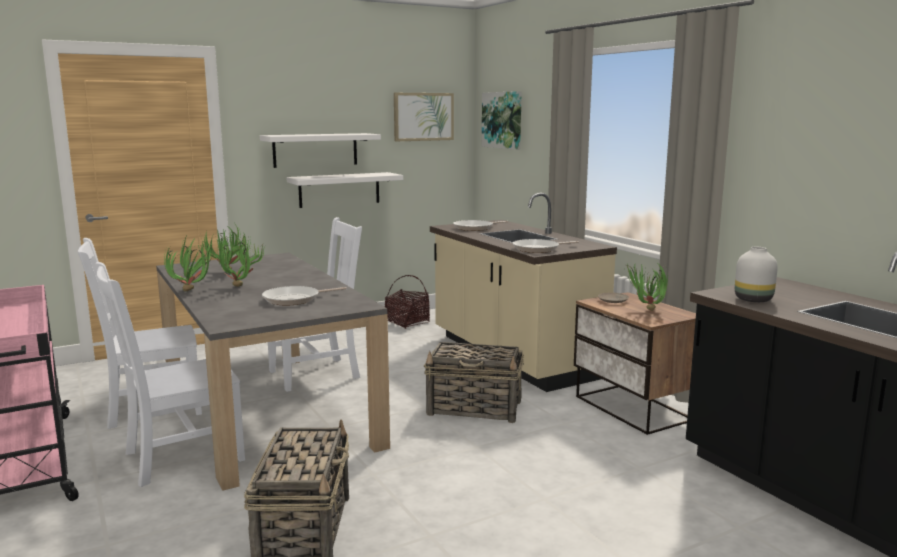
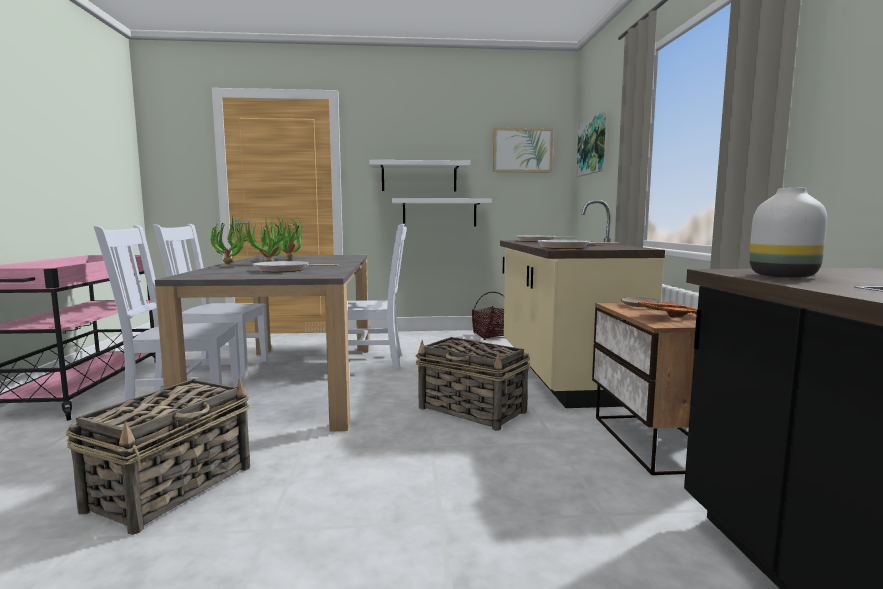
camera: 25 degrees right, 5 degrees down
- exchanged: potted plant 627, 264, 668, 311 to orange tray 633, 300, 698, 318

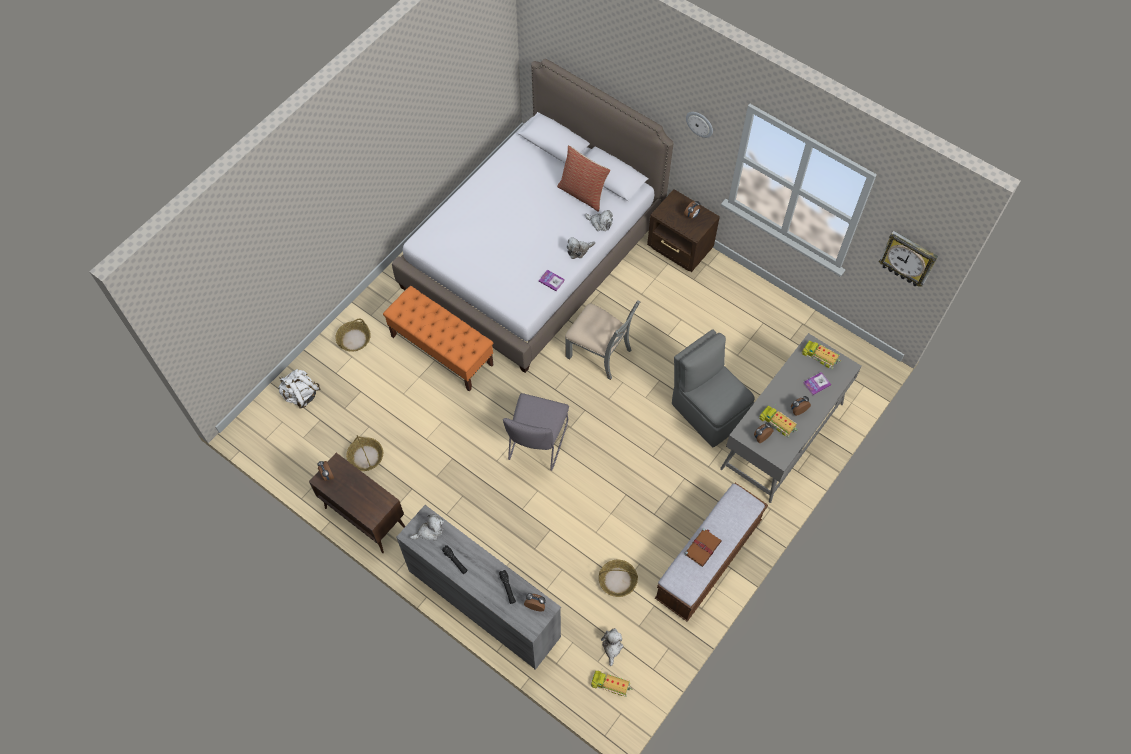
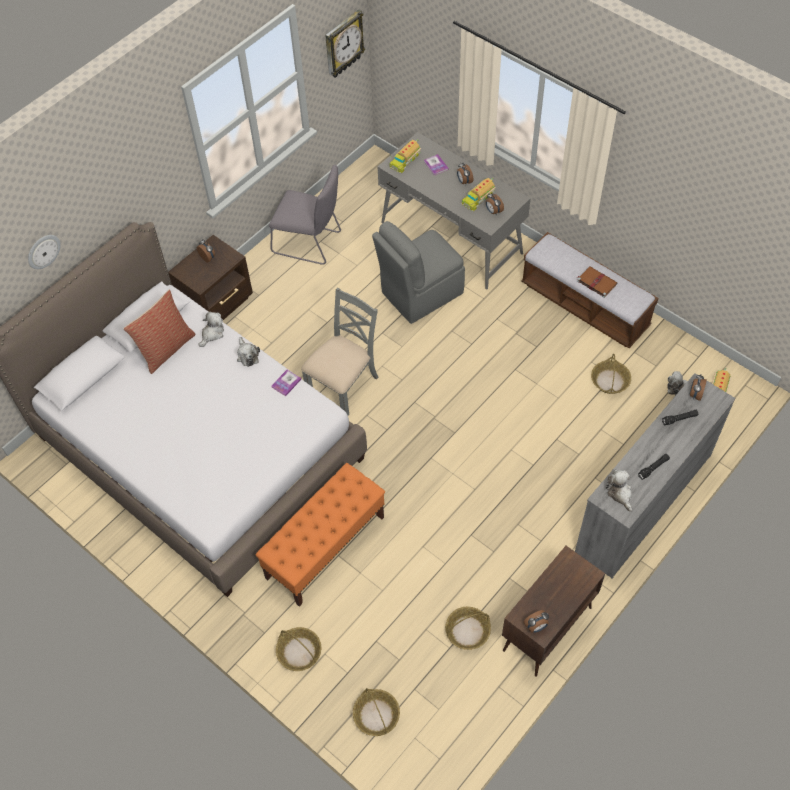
camera: 85 degrees left, 5 degrees down
- relocated: wall clock 686, 112, 713, 138 to 28, 235, 61, 269
- exchanged: white backpack 278, 369, 320, 409 to basket 353, 688, 400, 736
- relocated: grey chair 503, 393, 569, 471 to 269, 164, 341, 265

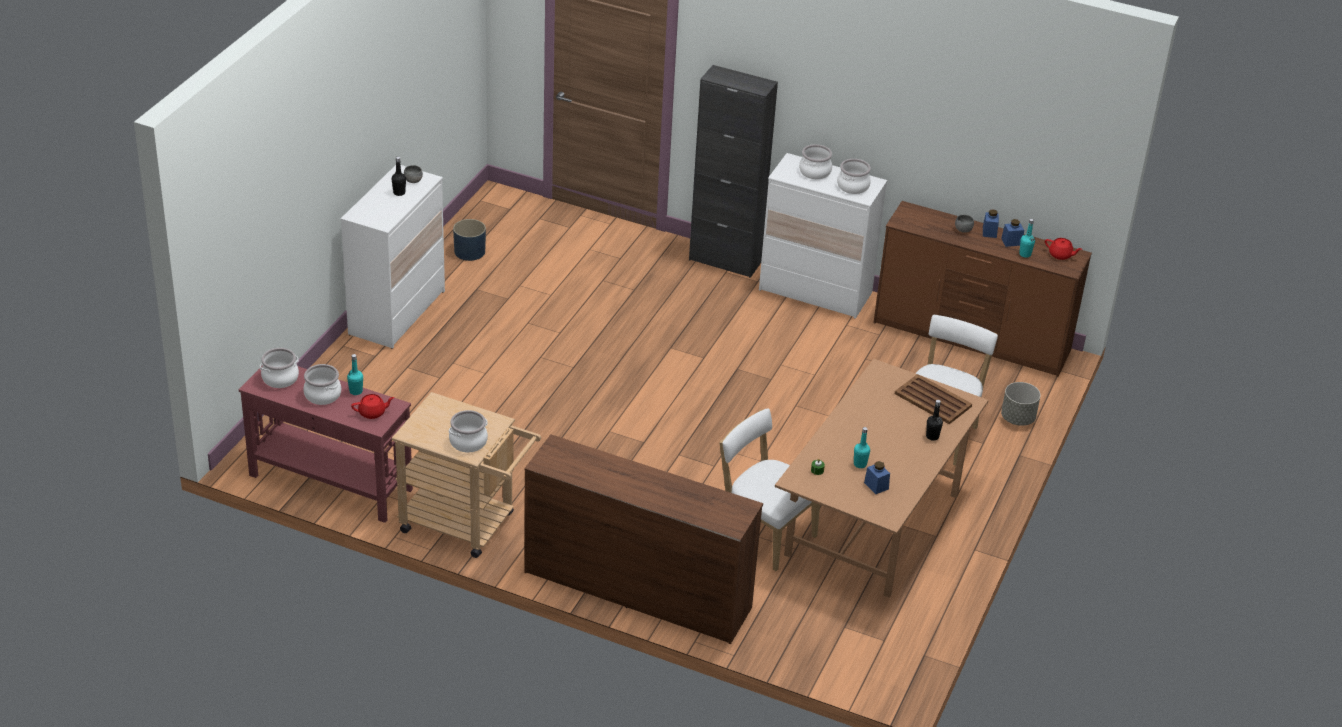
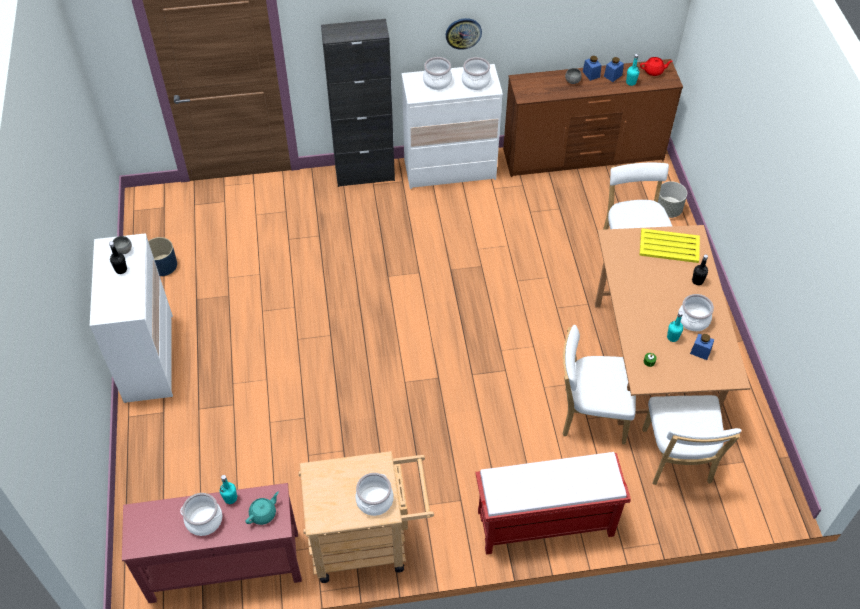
camera: 30 degrees left, 15 degrees up
- relocated: cooking pot 260, 348, 299, 388 to 678, 294, 714, 331
- colour: brown tray 895, 374, 972, 424 to yellow tray 639, 228, 700, 263
- colour: red teapot 351, 394, 394, 419 to turquoise teapot 245, 492, 279, 525
- exchanged: brown dresser 524, 435, 763, 644 to red bench 475, 452, 631, 555
- appeared: wall clock 446, 18, 482, 50
- appeared: white chair 642, 395, 742, 485

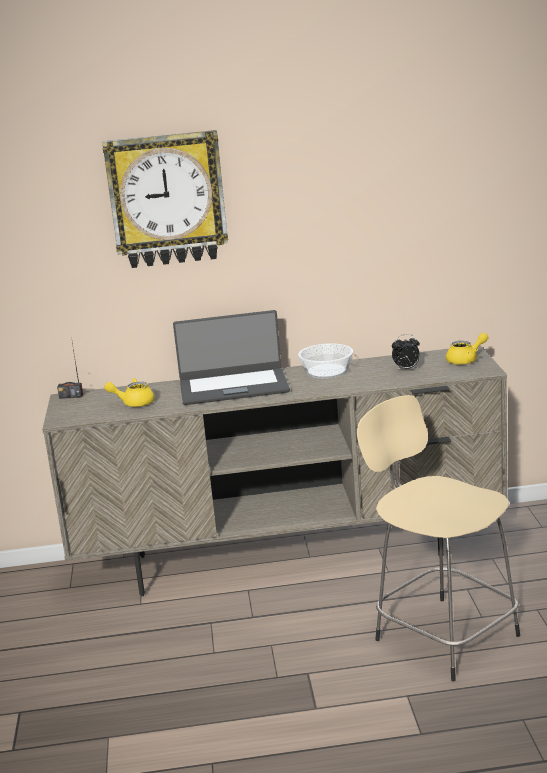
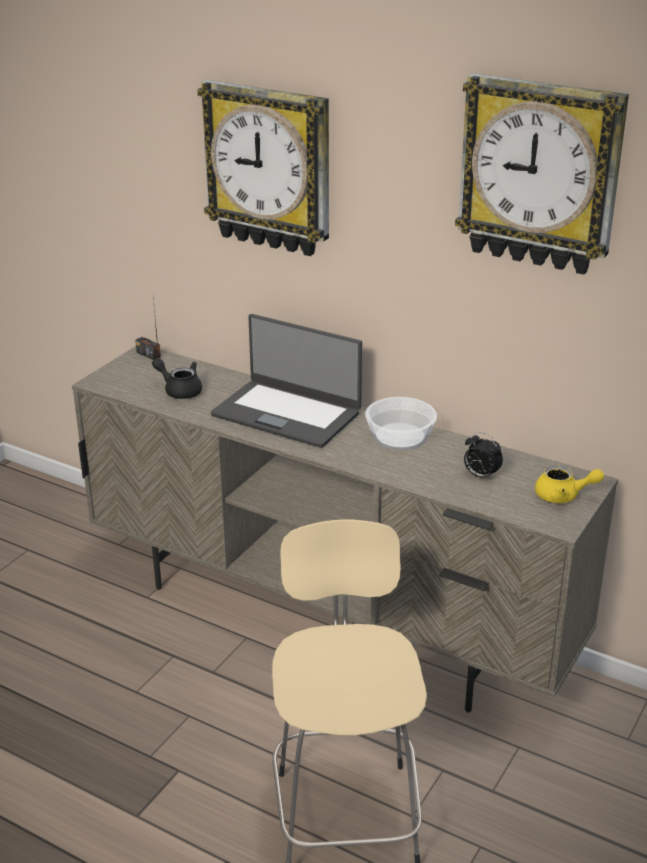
camera: 35 degrees right, 10 degrees up
- colour: yellow teapot 104, 378, 155, 407 to black teapot 152, 358, 202, 399
- appeared: wall clock 455, 73, 629, 275

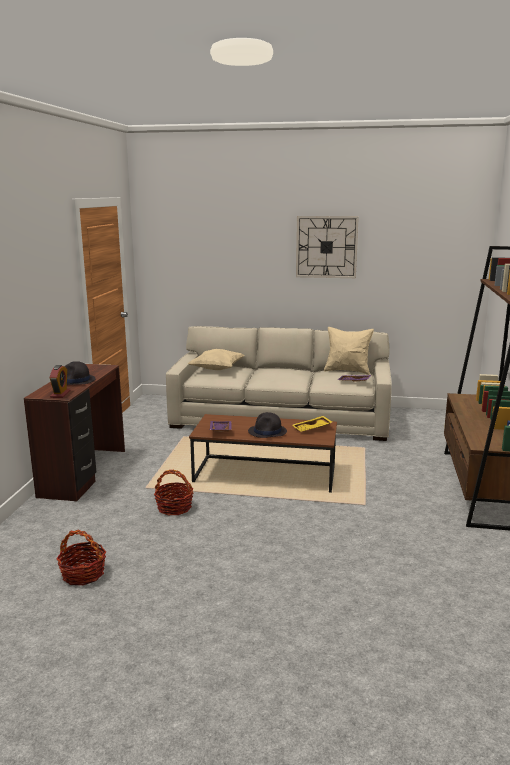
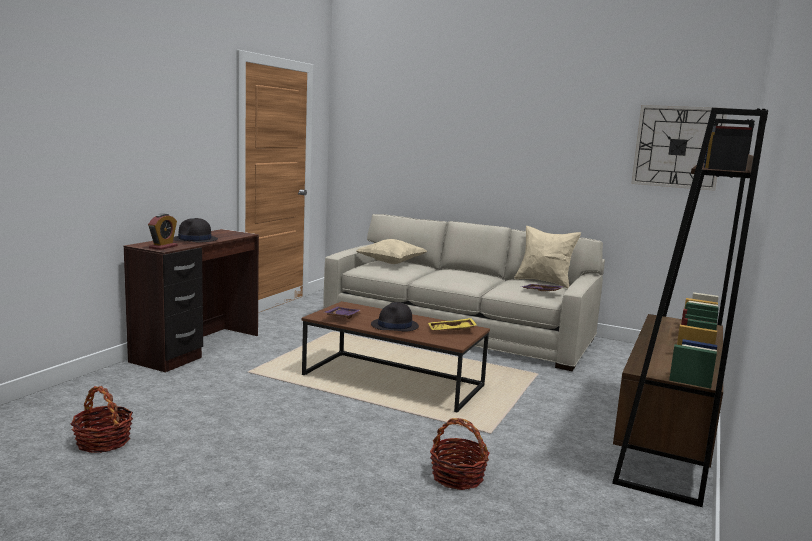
camera: 15 degrees right, 5 degrees down
- relocated: wall clock 296, 216, 359, 278 to 631, 105, 727, 191
- relocated: basket 154, 470, 193, 515 to 430, 418, 489, 490

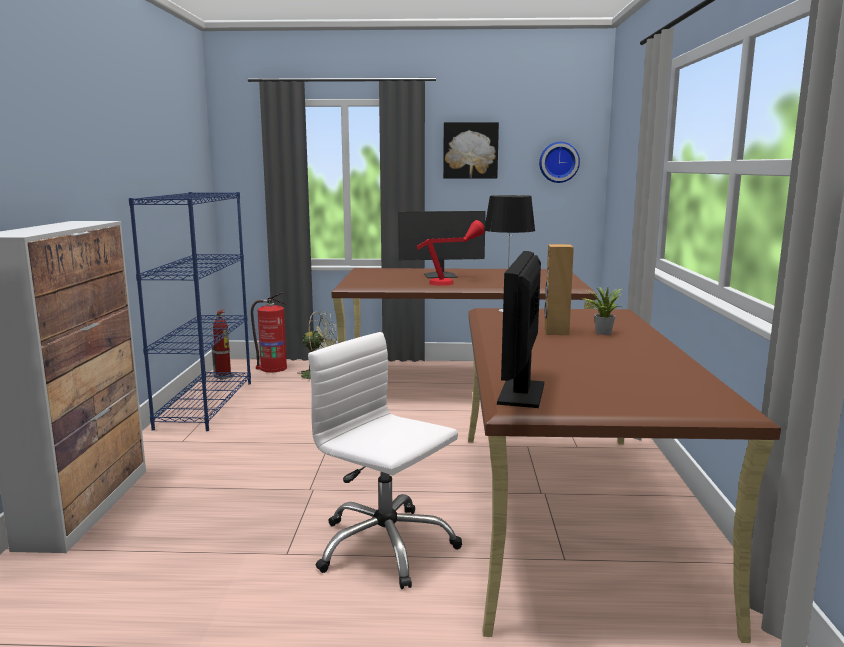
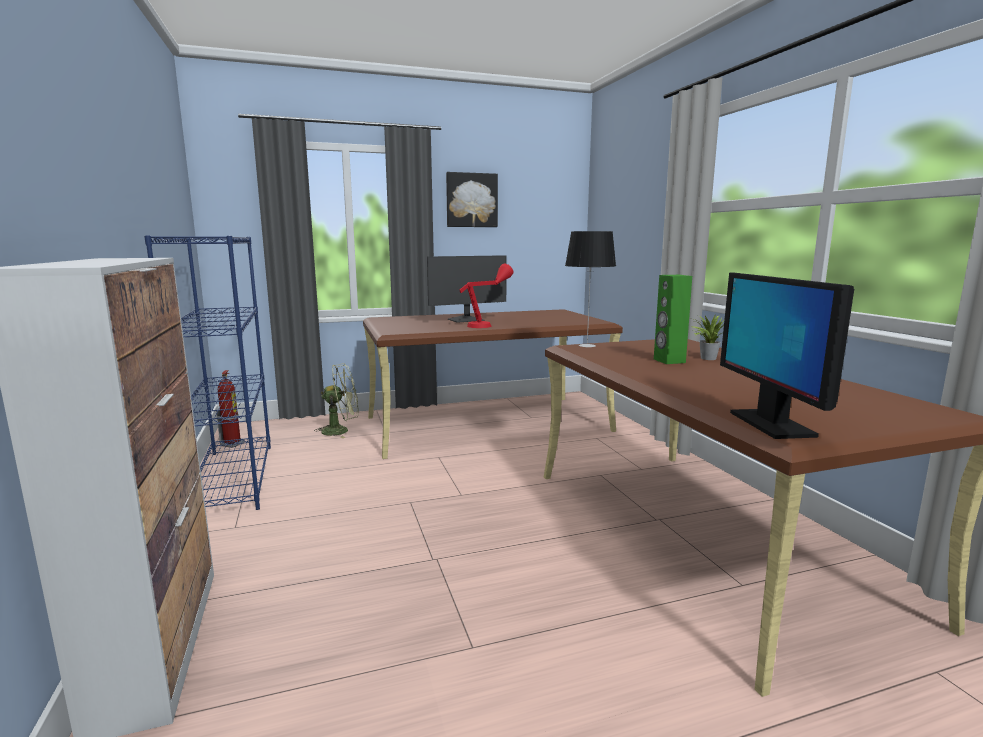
camera: 20 degrees left, 0 degrees up
- missing: wall clock 539, 142, 580, 183
- colour: brown speaker 545, 244, 574, 335 to green speaker 654, 275, 692, 364
- missing: fire extinguisher 251, 293, 287, 372
- missing: white office chair 308, 332, 462, 589

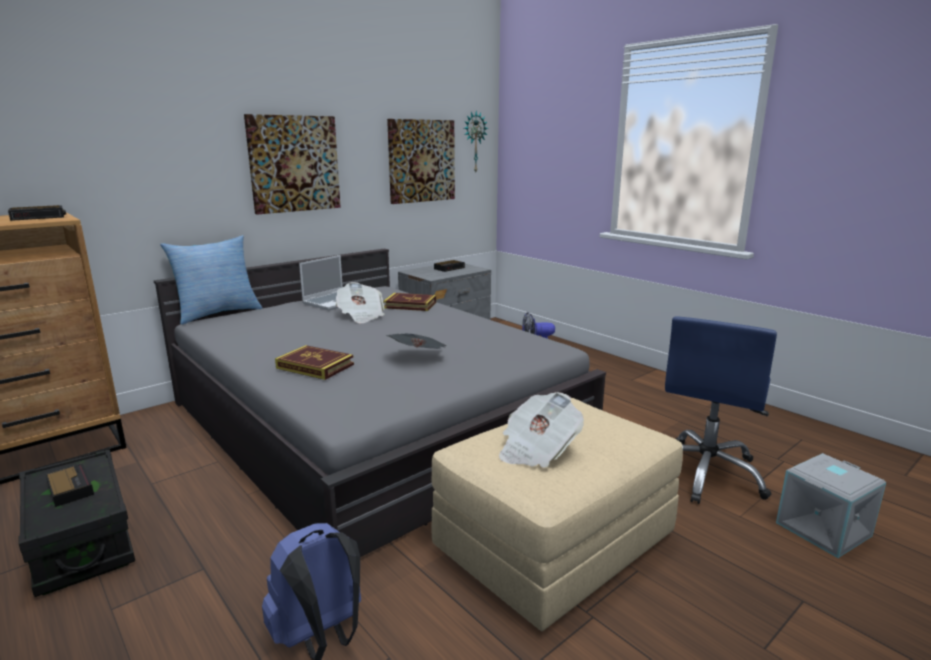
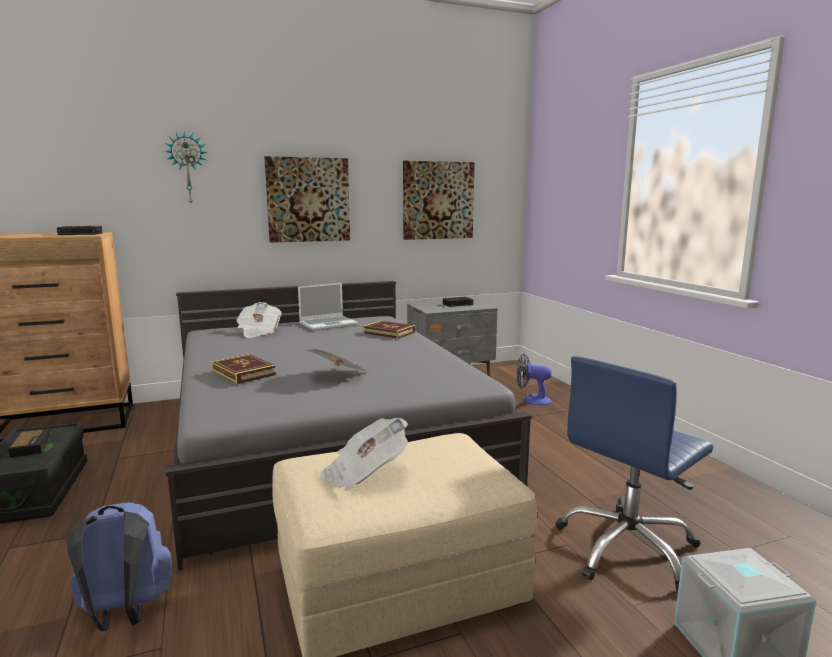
camera: 20 degrees right, 5 degrees down
- relocated: wall clock 464, 111, 488, 172 to 165, 131, 208, 203
- missing: pillow 160, 235, 262, 325
- relocated: newspaper 336, 282, 384, 324 to 236, 302, 282, 338

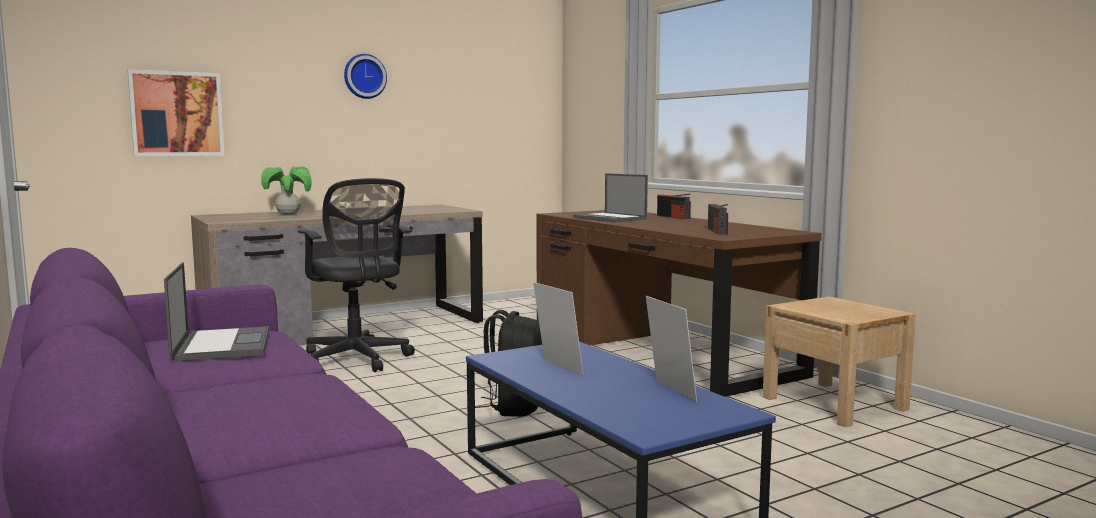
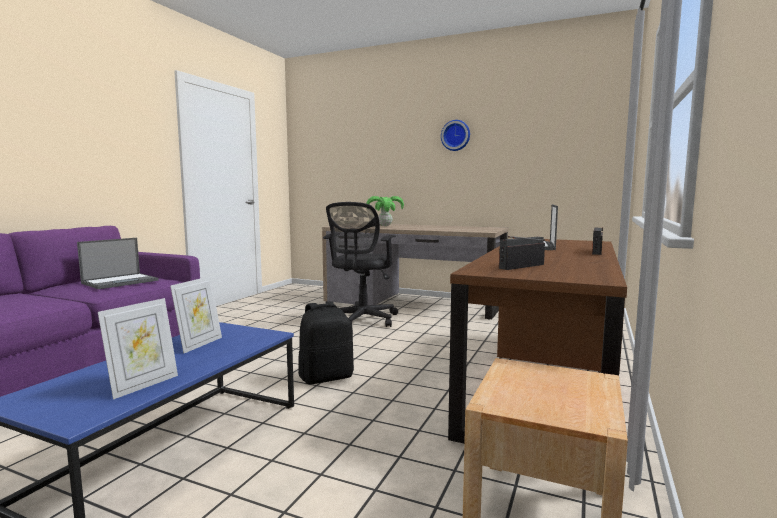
camera: 55 degrees right, 0 degrees up
- missing: picture 127, 69, 225, 156

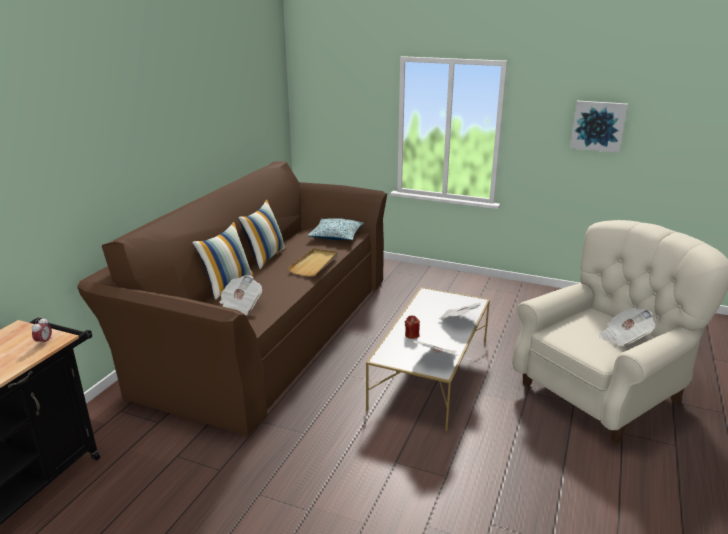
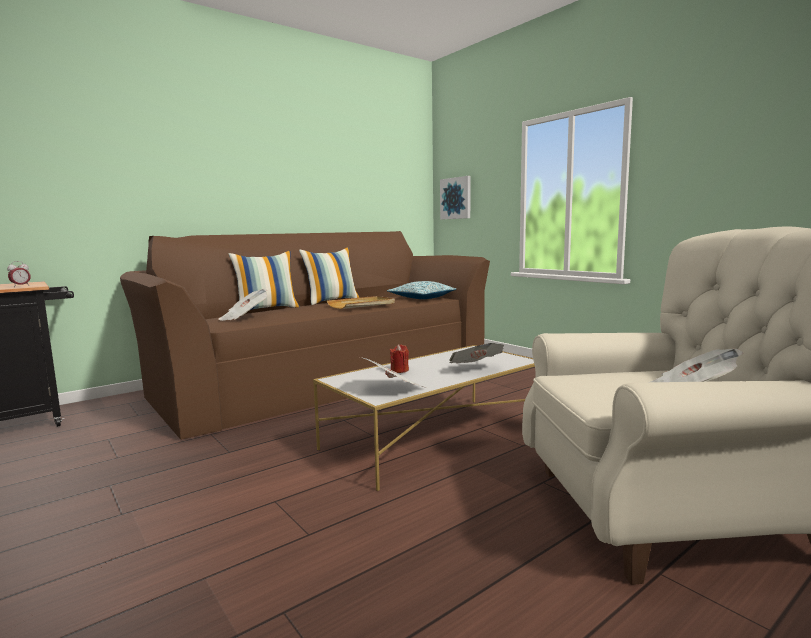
camera: 30 degrees right, 15 degrees down
- relocated: picture 570, 101, 628, 153 to 440, 176, 470, 219

